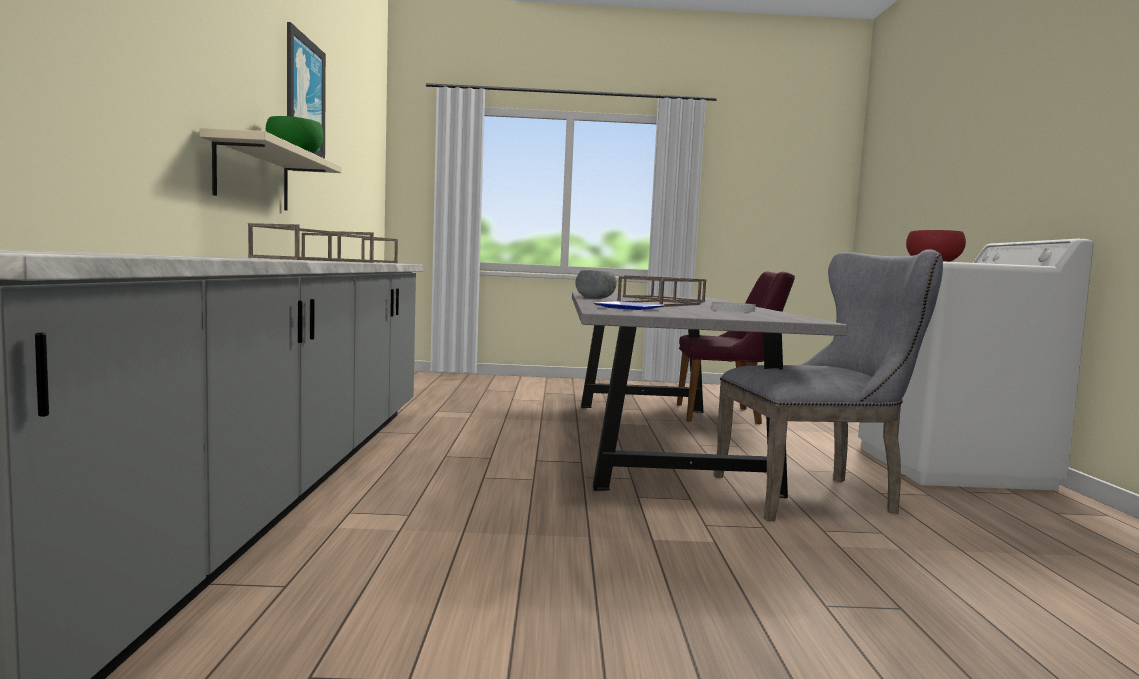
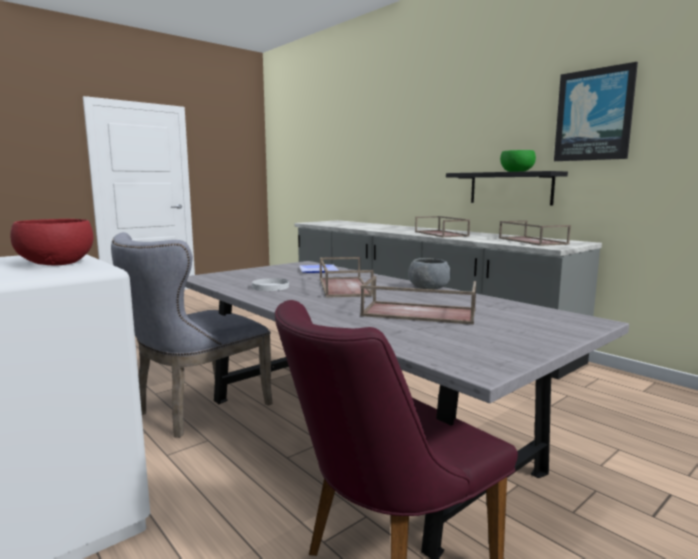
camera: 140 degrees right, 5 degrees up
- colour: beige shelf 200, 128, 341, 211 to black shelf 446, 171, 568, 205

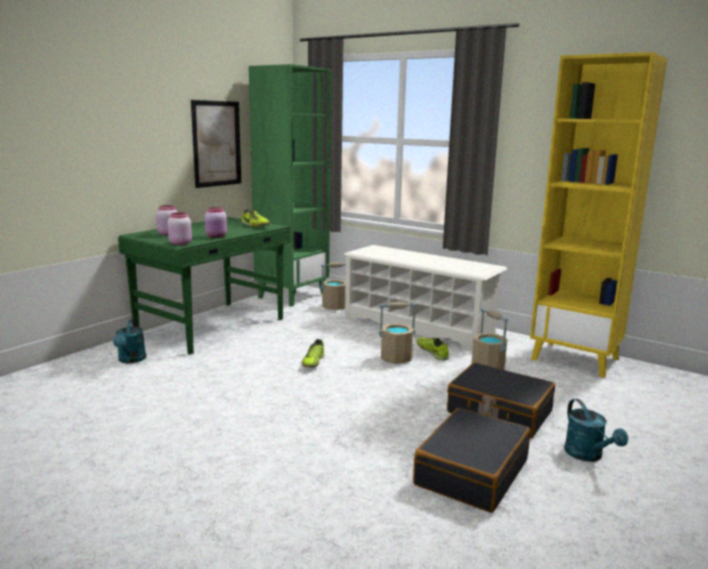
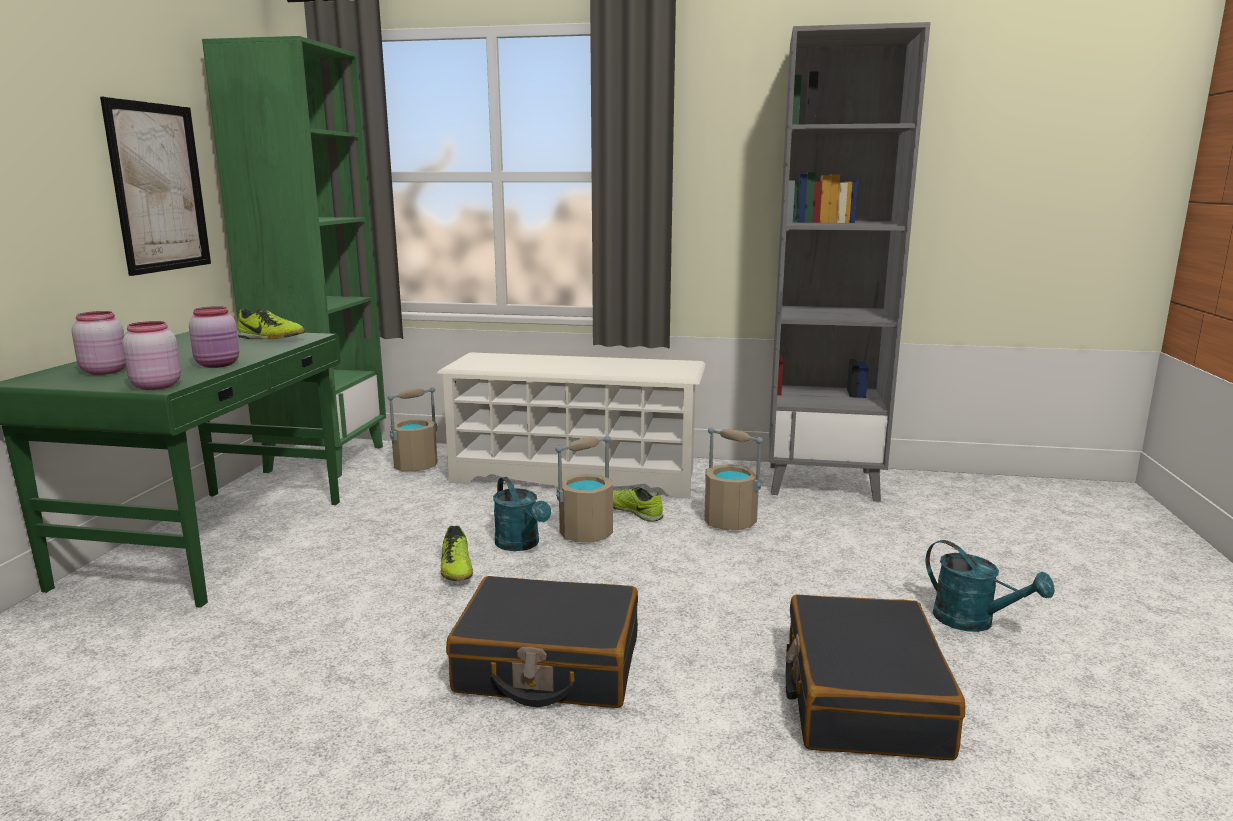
camera: 25 degrees left, 0 degrees up
- colour: yellow bookcase 530, 52, 667, 378 to grey bookcase 769, 22, 931, 502
- relocated: turquoise watering can 113, 319, 146, 364 to 493, 477, 551, 551
- relocated: black suitcase 447, 362, 555, 438 to 446, 576, 638, 708

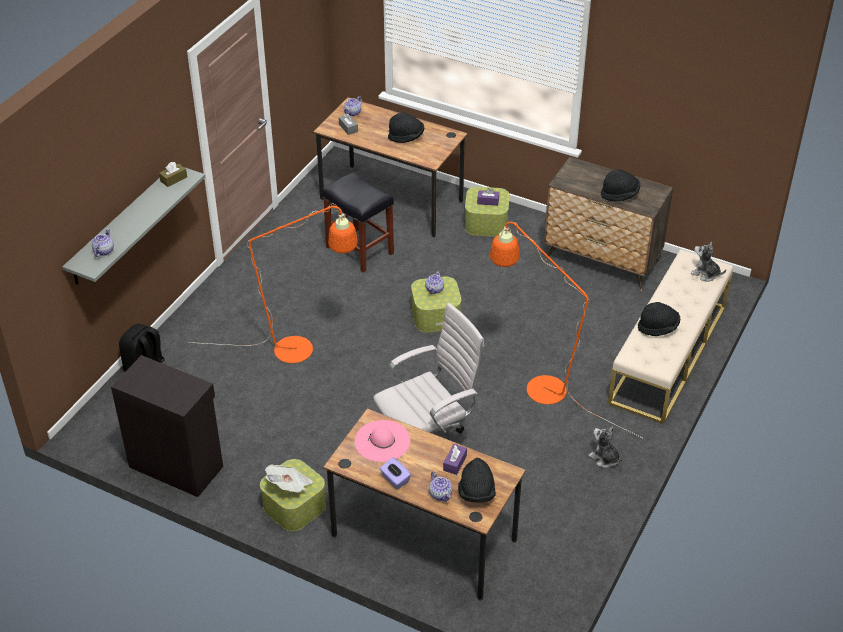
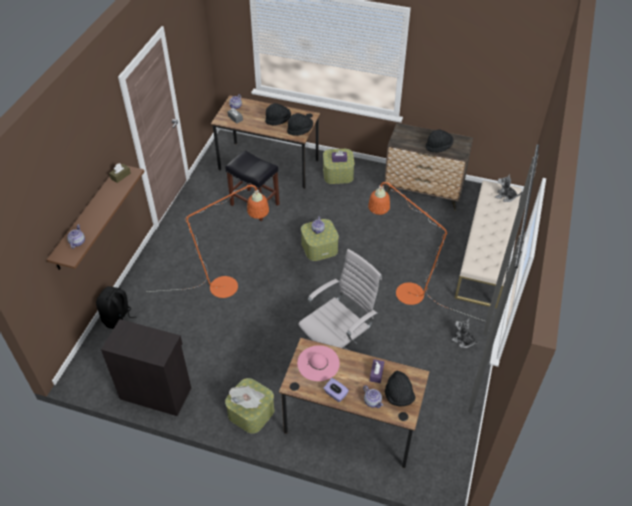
camera: 10 degrees left, 5 degrees up
- colour: grey shelf 62, 167, 205, 285 to brown shelf 47, 164, 144, 270
- relocated: black hat 638, 302, 680, 336 to 287, 113, 313, 136

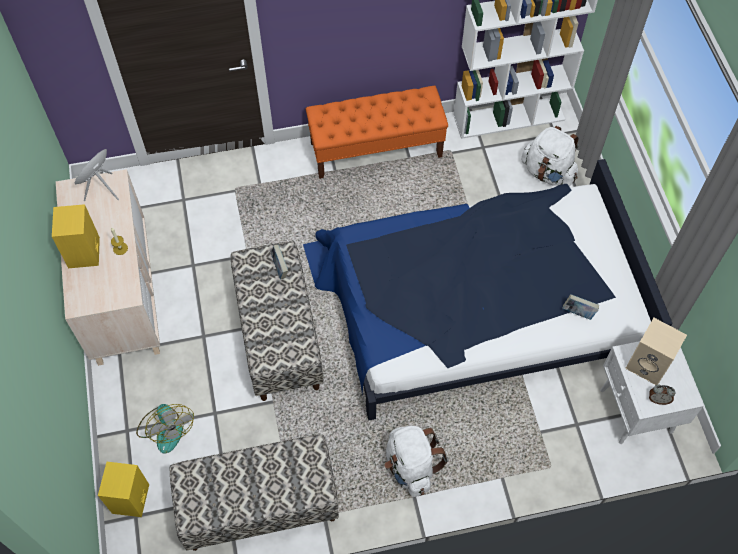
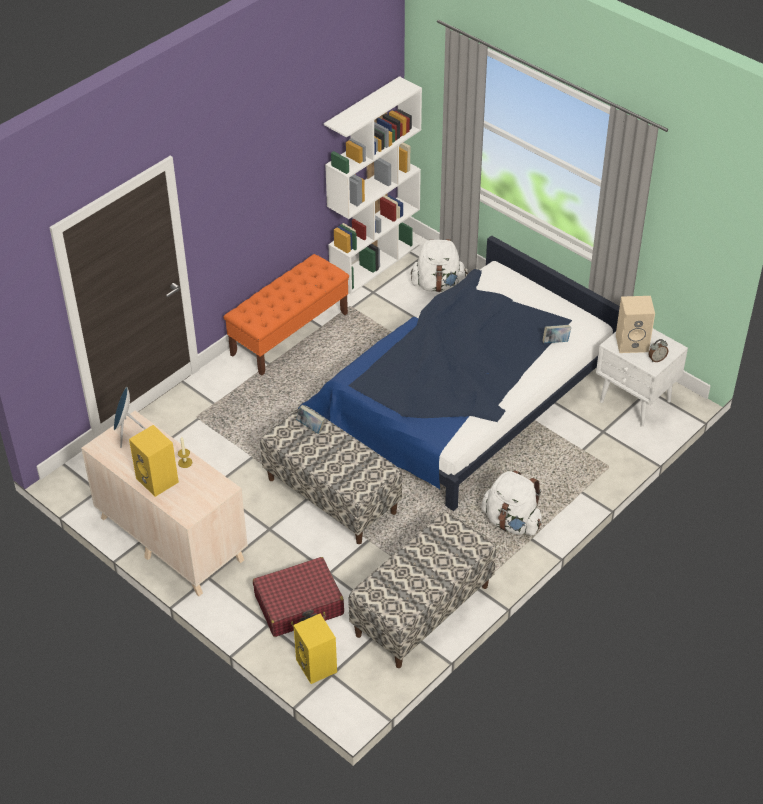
camera: 35 degrees left, 15 degrees down
- exchanged: fan 136, 404, 194, 454 to red suitcase 253, 557, 344, 637

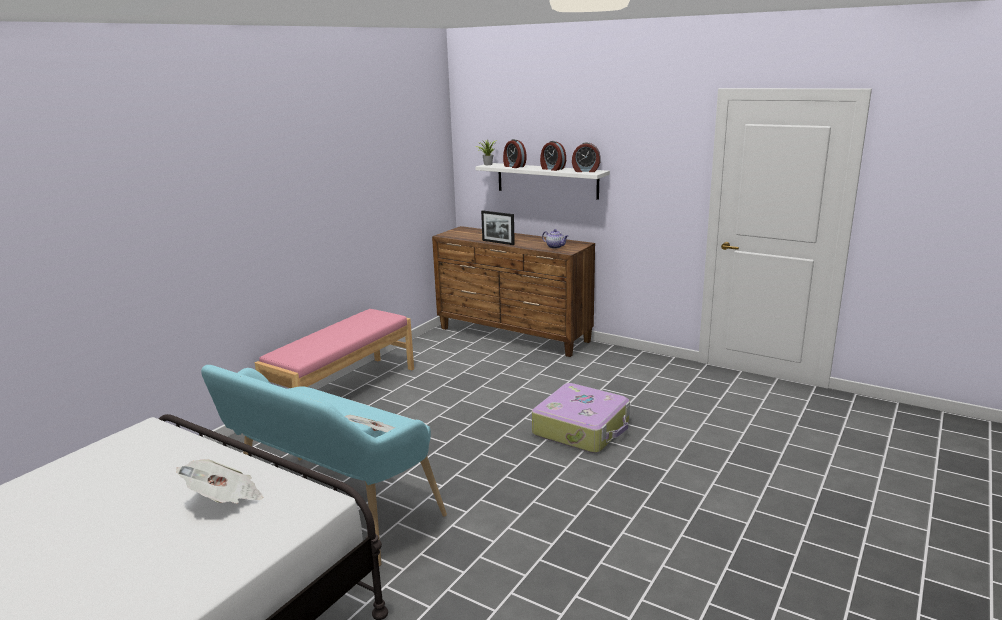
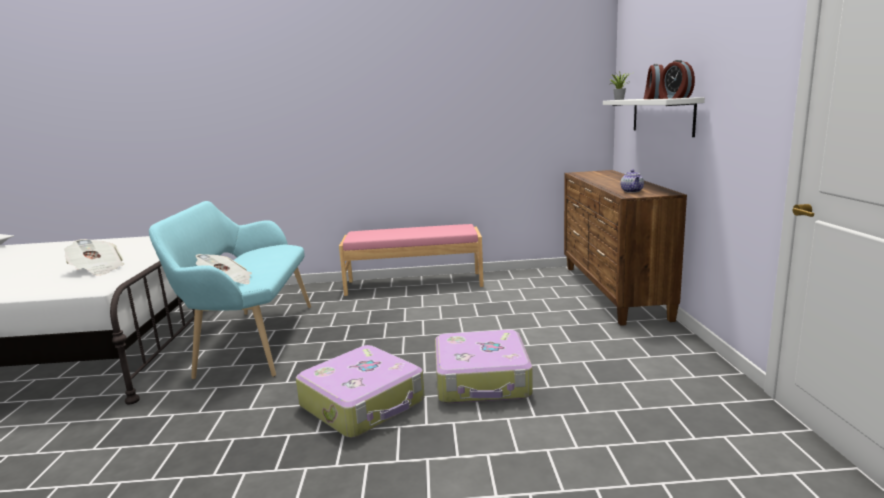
camera: 55 degrees right, 5 degrees down
- missing: alarm clock 503, 139, 527, 168
- missing: picture frame 481, 210, 515, 245
- appeared: suitcase 296, 345, 425, 438

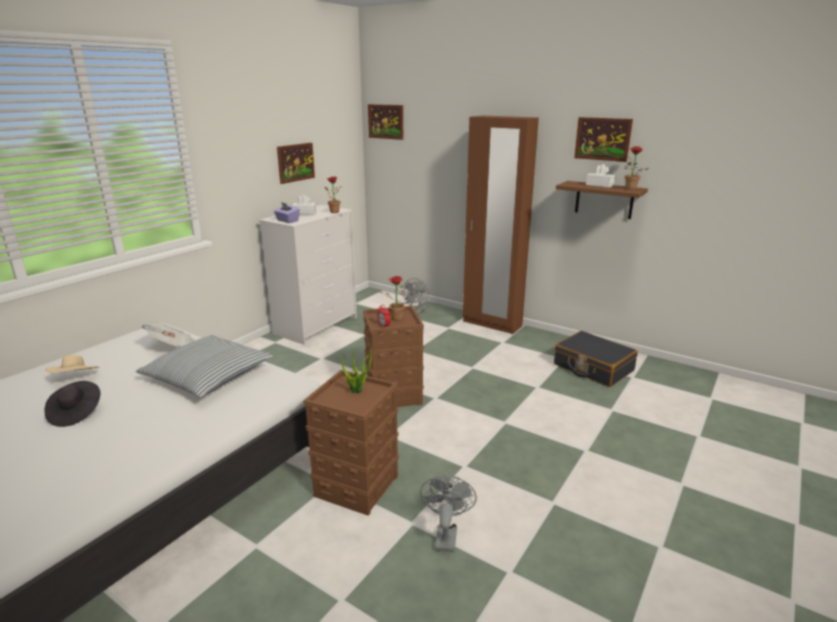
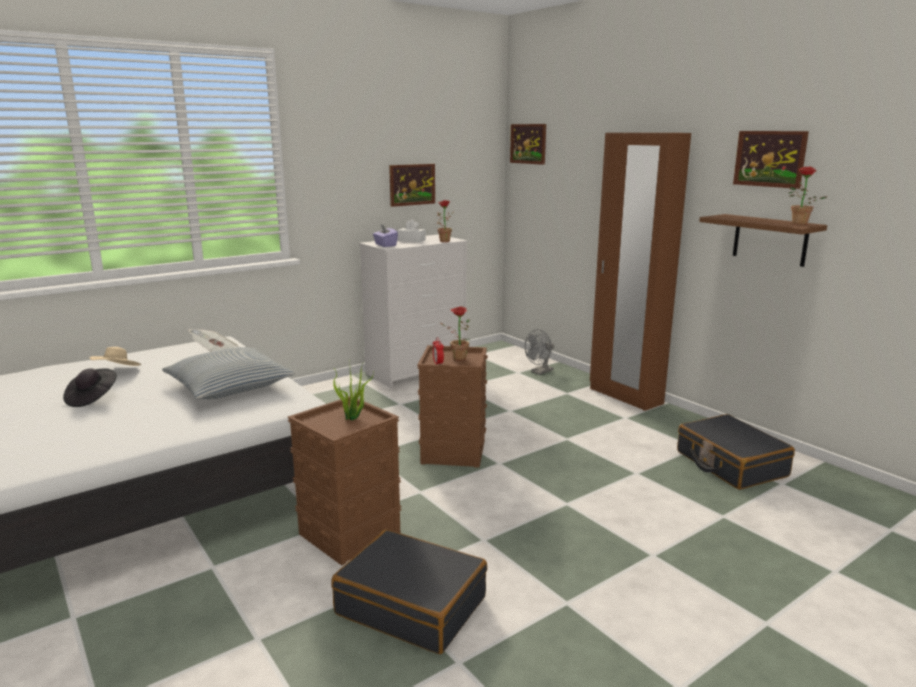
camera: 20 degrees right, 5 degrees down
- missing: white tissue box 586, 164, 615, 188
- exchanged: grey fan 420, 475, 477, 552 to black suitcase 332, 529, 487, 654

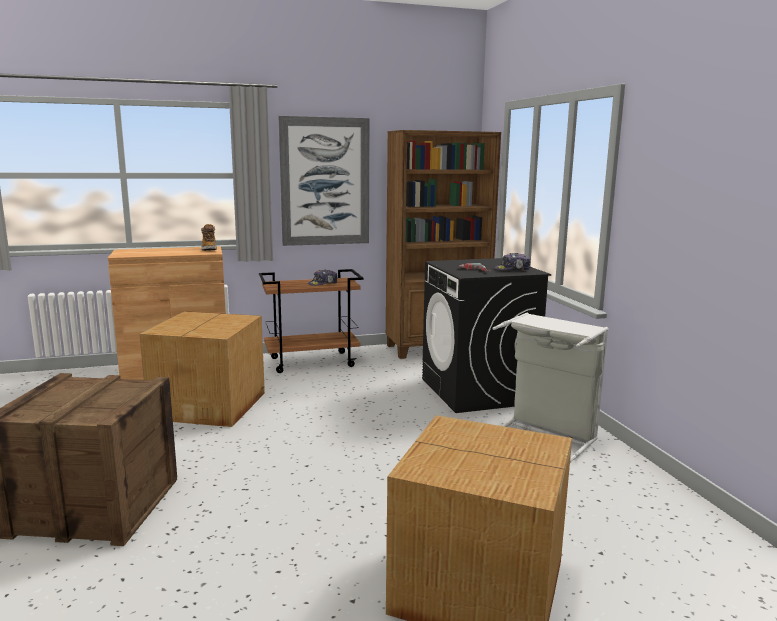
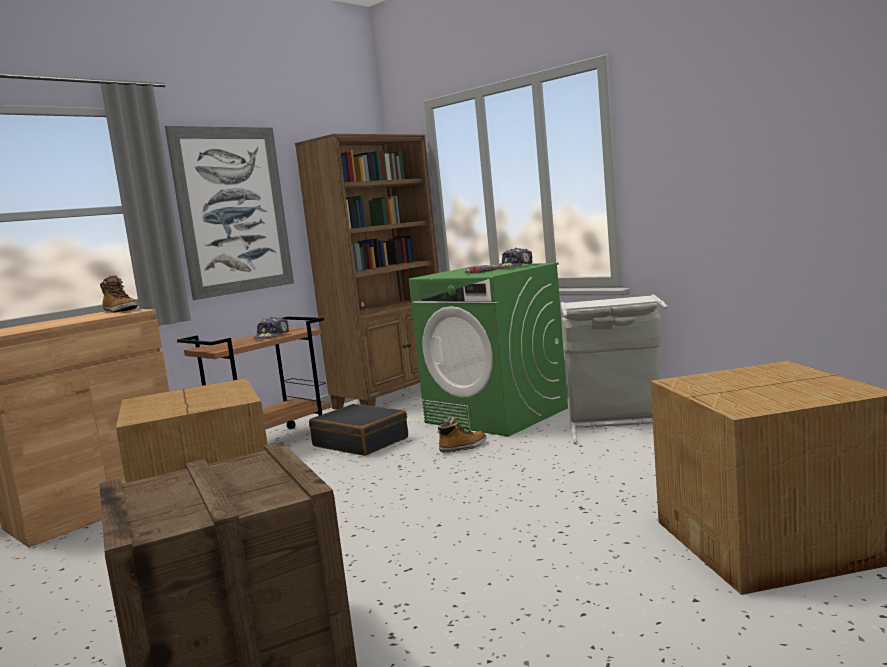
camera: 30 degrees left, 5 degrees down
- colour: black washing machine 422, 258, 551, 413 to green washing machine 409, 263, 568, 437
- appeared: black suitcase 309, 404, 408, 456
- appeared: boot 437, 416, 486, 452

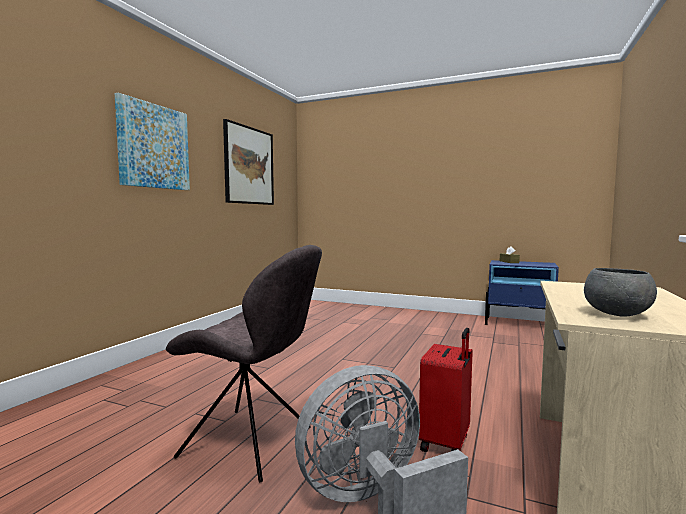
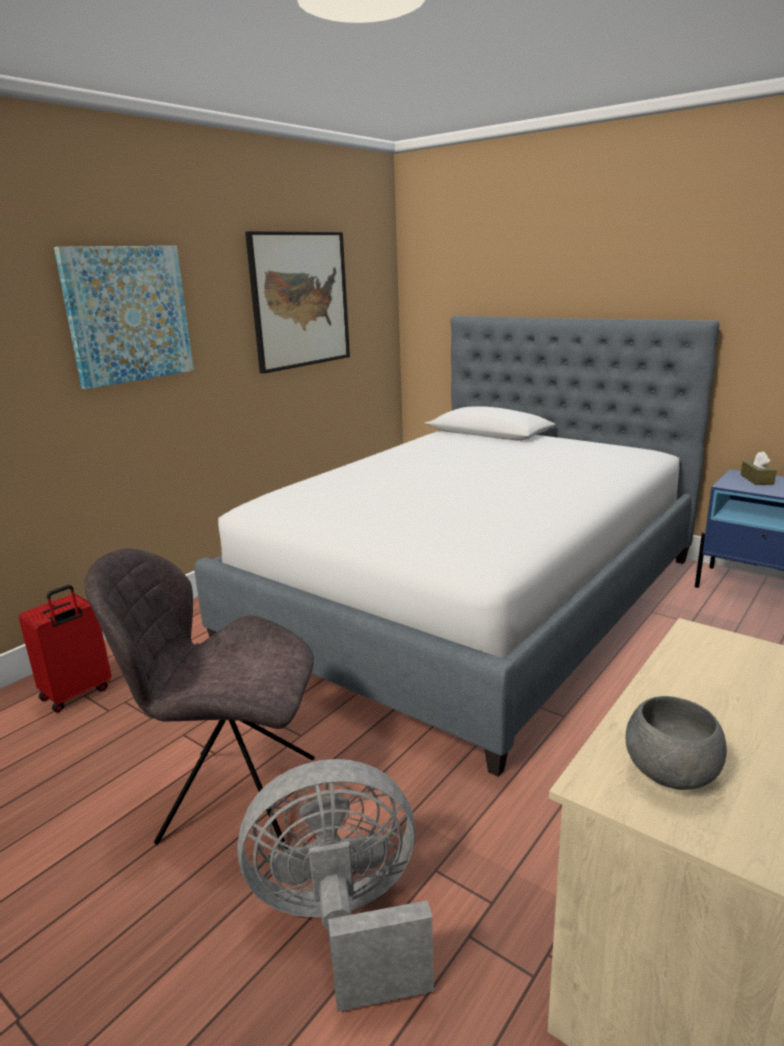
camera: 15 degrees right, 15 degrees up
- spun: grey chair 166, 245, 322, 482 = 85, 548, 315, 849 150 degrees clockwise
- relocated: red suitcase 419, 328, 473, 452 to 19, 585, 111, 713
- appeared: bed 194, 316, 720, 777

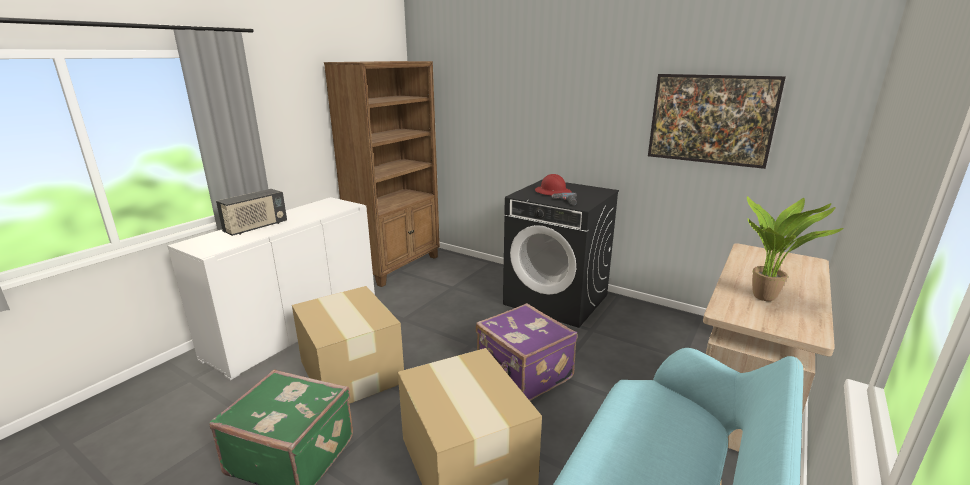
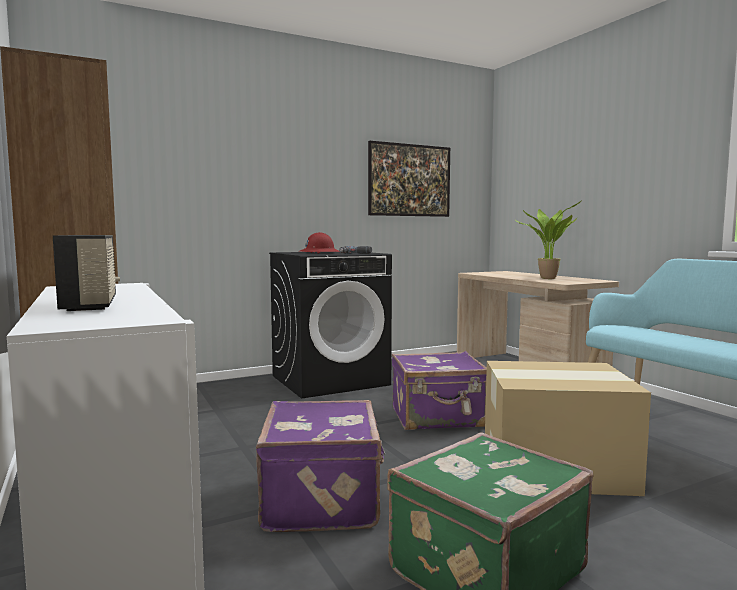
camera: 60 degrees left, 15 degrees down
- exchanged: cardboard box 292, 286, 404, 404 to purple suitcase 256, 400, 385, 532

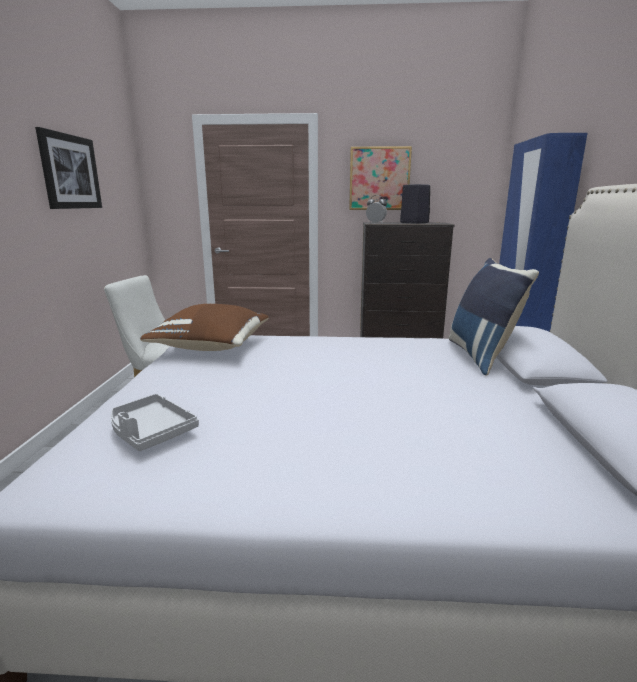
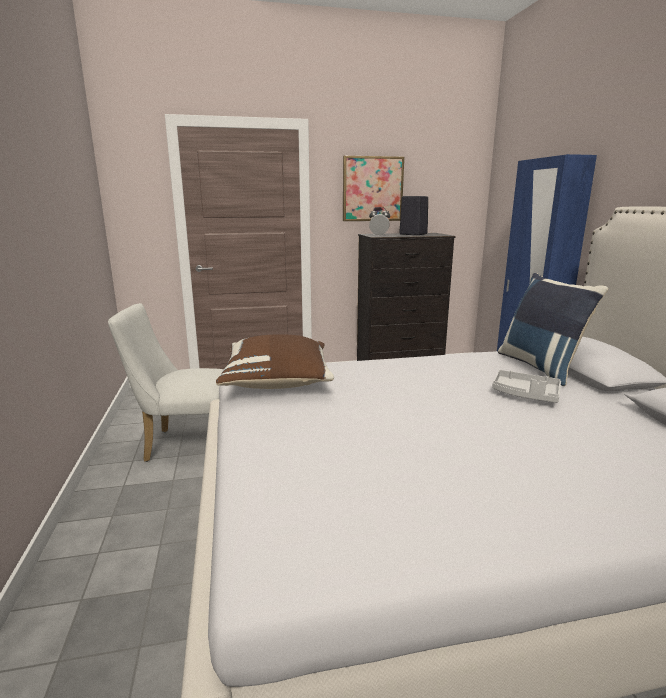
camera: 15 degrees left, 0 degrees up
- missing: picture 35, 127, 102, 209
- relocated: grey tray 111, 394, 199, 451 to 492, 370, 561, 403

